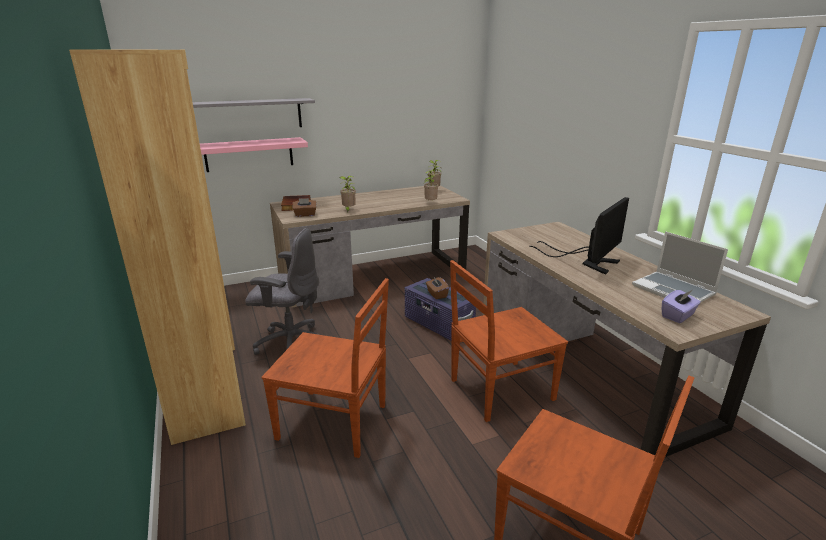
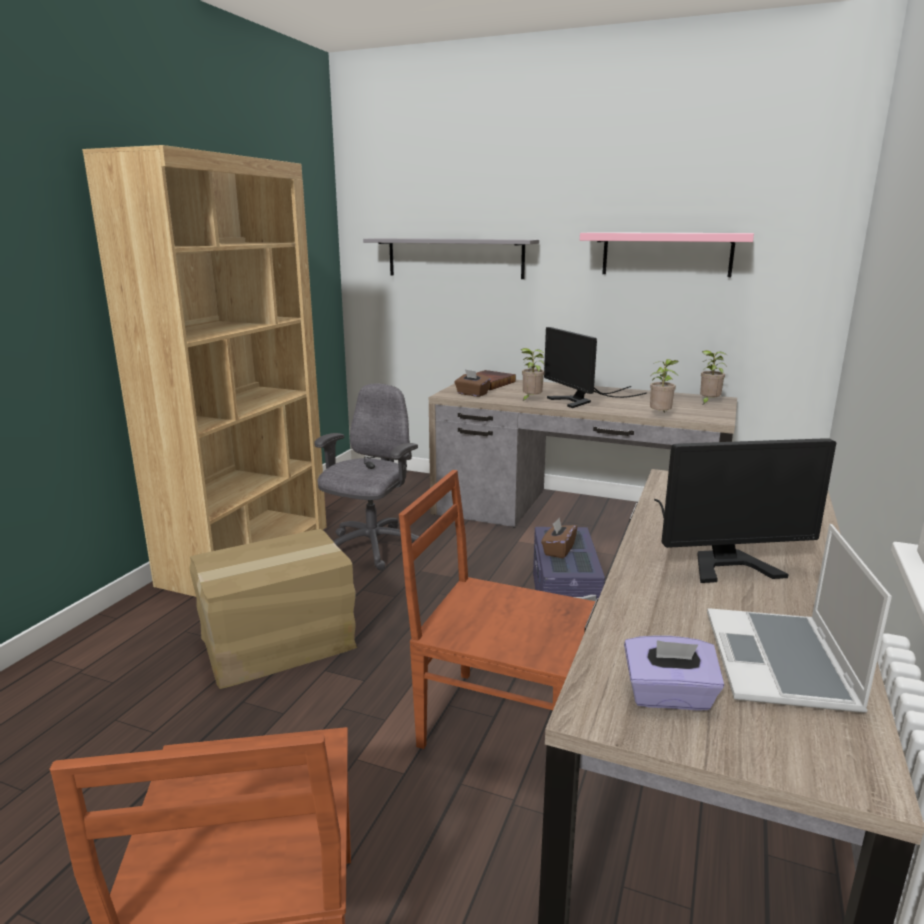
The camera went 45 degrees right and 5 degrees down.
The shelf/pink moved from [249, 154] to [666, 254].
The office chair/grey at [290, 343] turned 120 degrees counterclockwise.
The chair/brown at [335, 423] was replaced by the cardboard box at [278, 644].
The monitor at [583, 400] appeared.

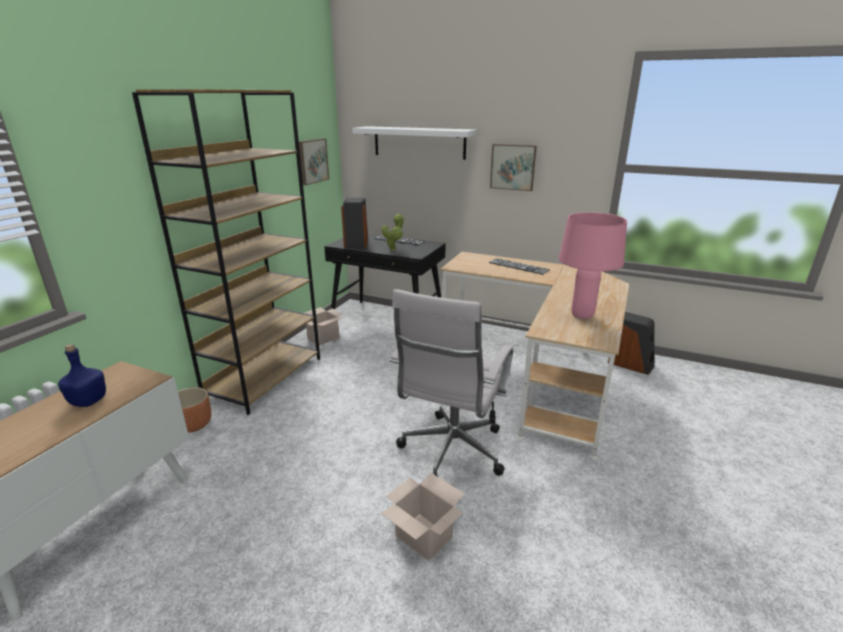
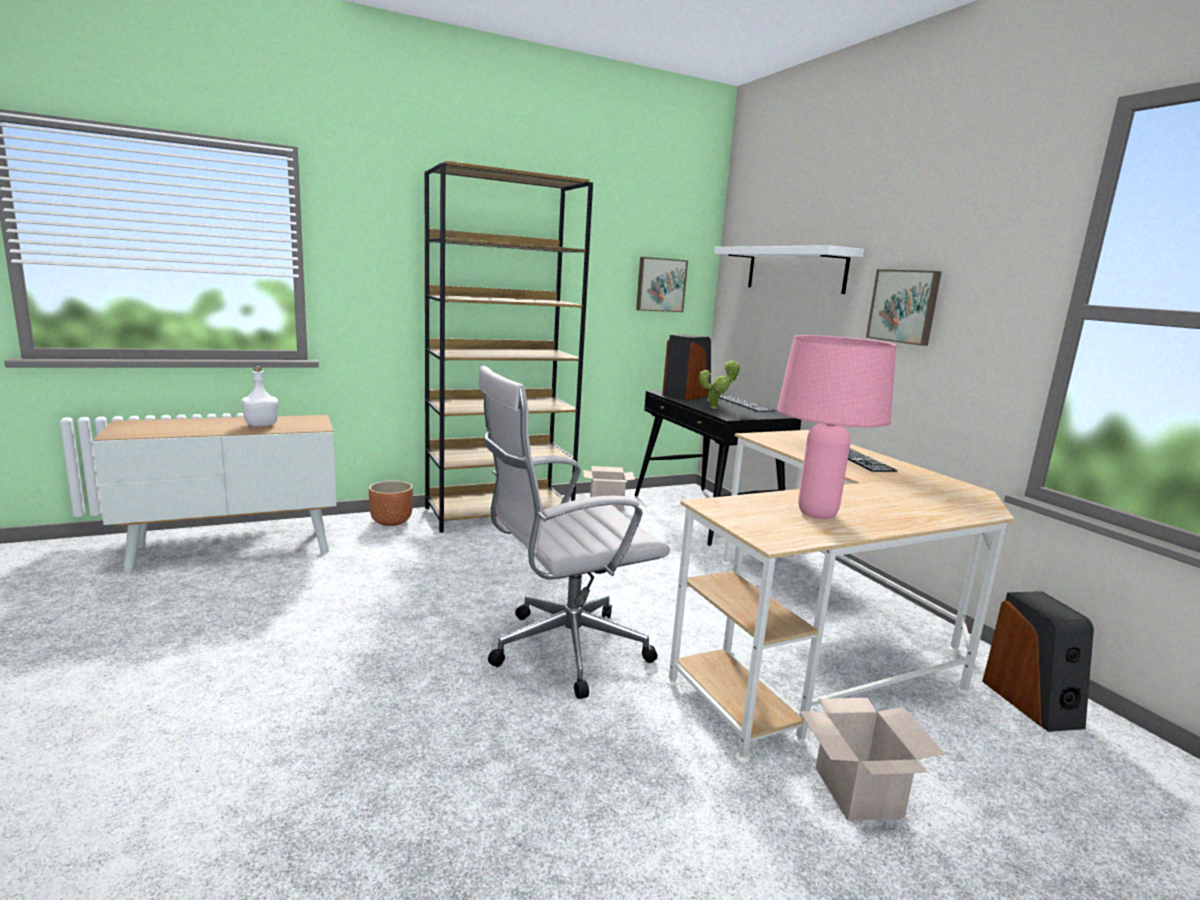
The camera went 40 degrees right and 10 degrees down.
The bottle/blue at [89, 401] became the bottle/white at [262, 425].
The cardboard box moved from [422, 536] to [855, 790].

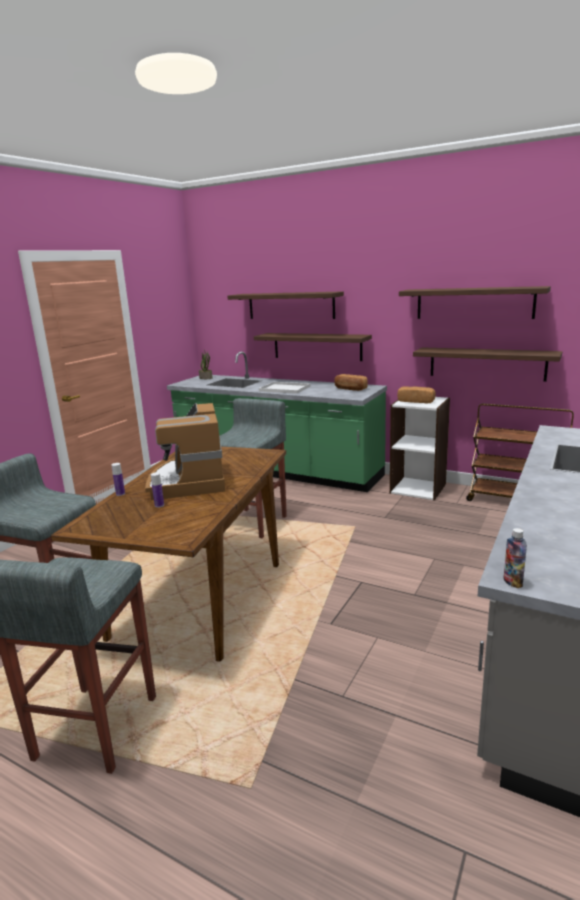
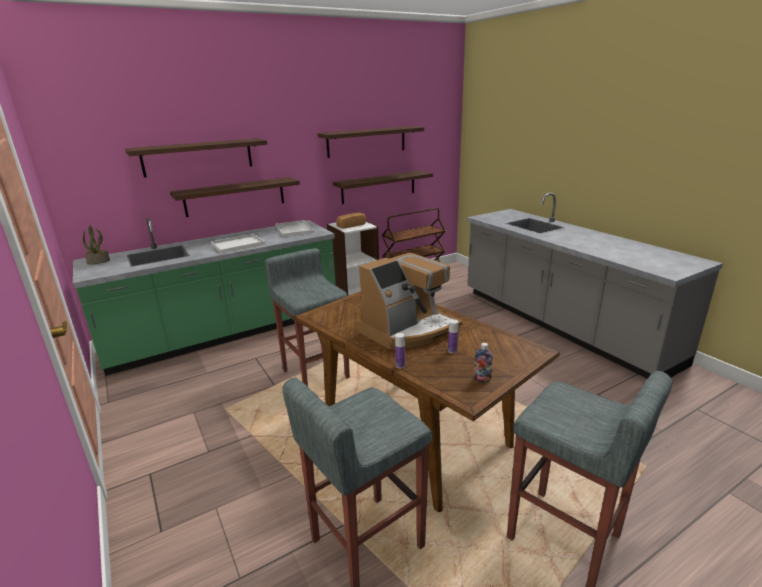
The camera went 60 degrees left and 5 degrees up.
The bread at [350, 389] was replaced by the tray/white at [293, 229].
The coffee machine at [189, 482] turned 60 degrees counterclockwise.
The bottle moved from [512, 582] to [482, 380].

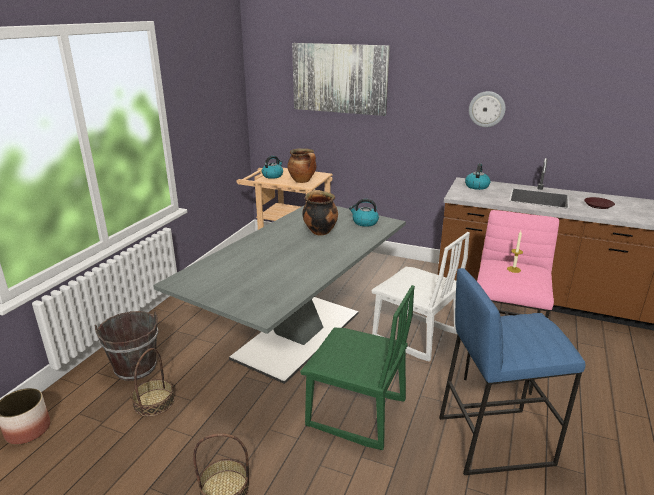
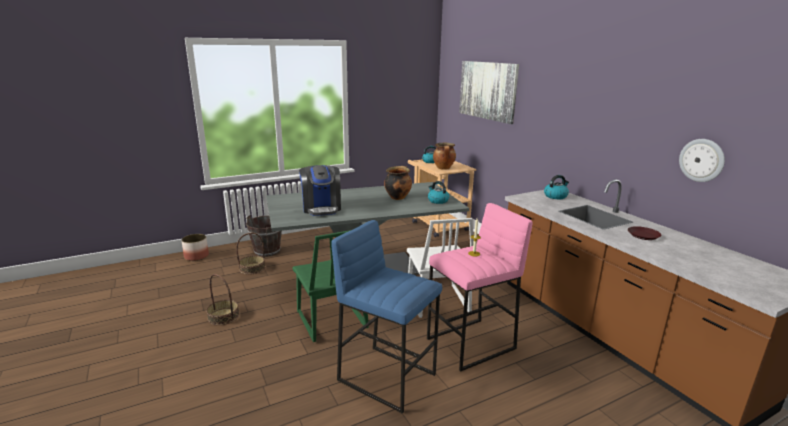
The camera went 40 degrees right and 5 degrees down.
The wall clock moved from [487, 109] to [702, 160].
The coffee machine at [321, 208] appeared.

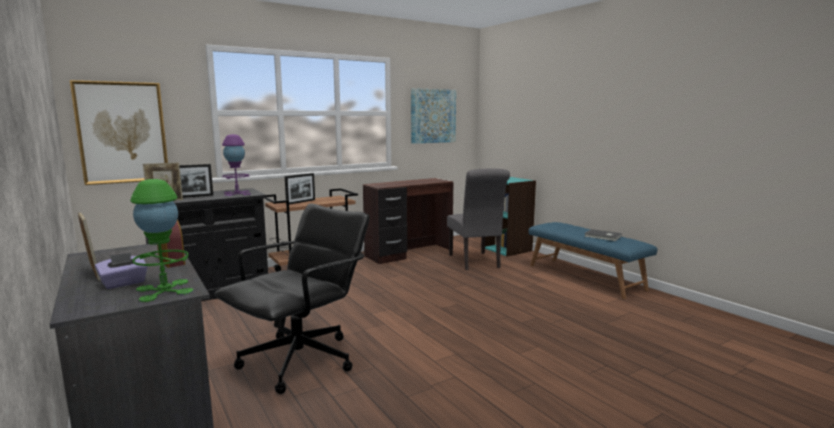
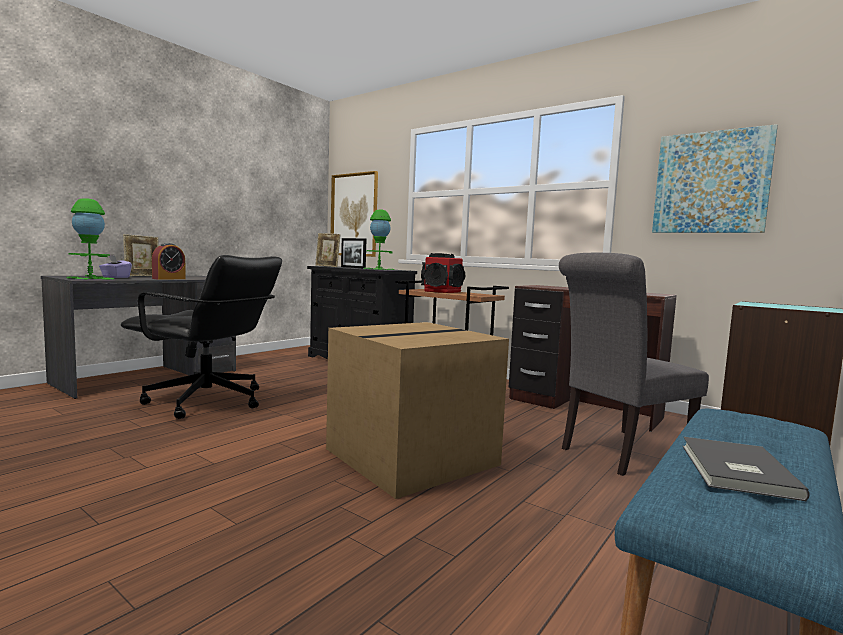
The camera went 70 degrees right and 5 degrees down.
The table lamp/purple at [237, 193] became the table lamp/green at [379, 269].
The picture frame at [301, 202] was replaced by the speaker at [441, 291].
The cardboard box at [411, 458] appeared.

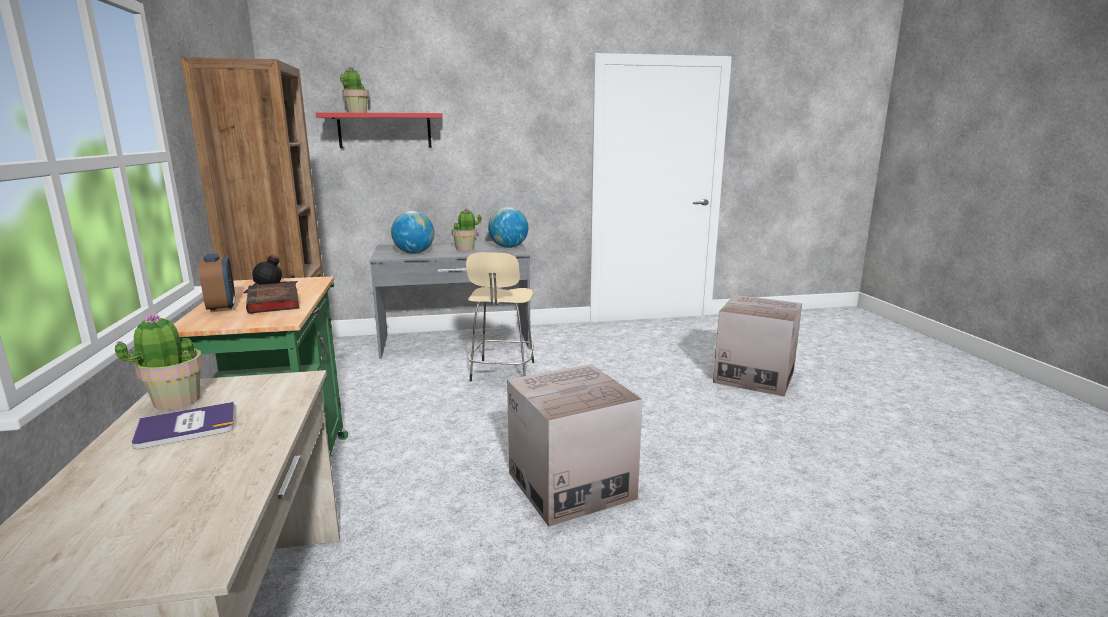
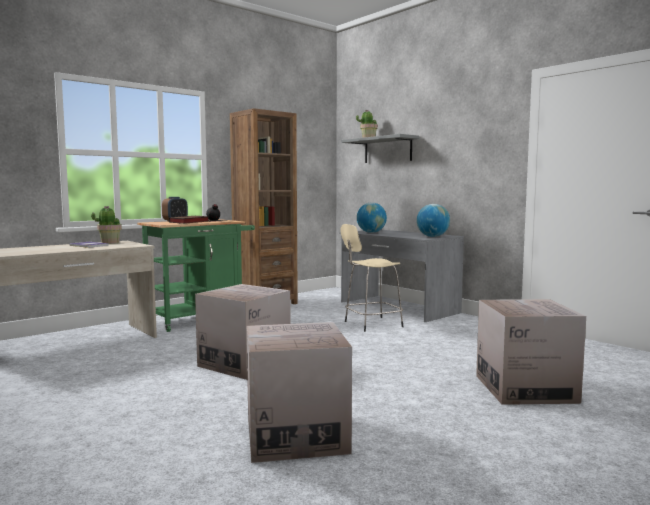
The camera went 60 degrees right and 10 degrees down.
The shelf/red at [385, 131] became the shelf/grey at [387, 150].
The potted plant at [465, 249] disappeared.
The cardboard box at [296, 435] appeared.

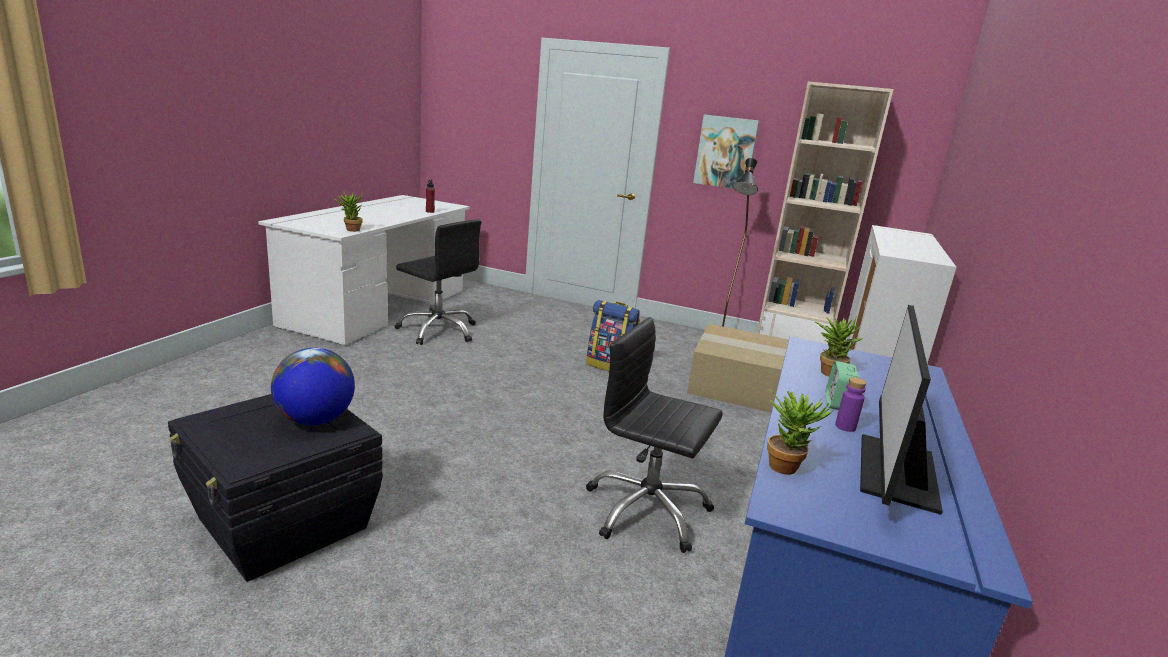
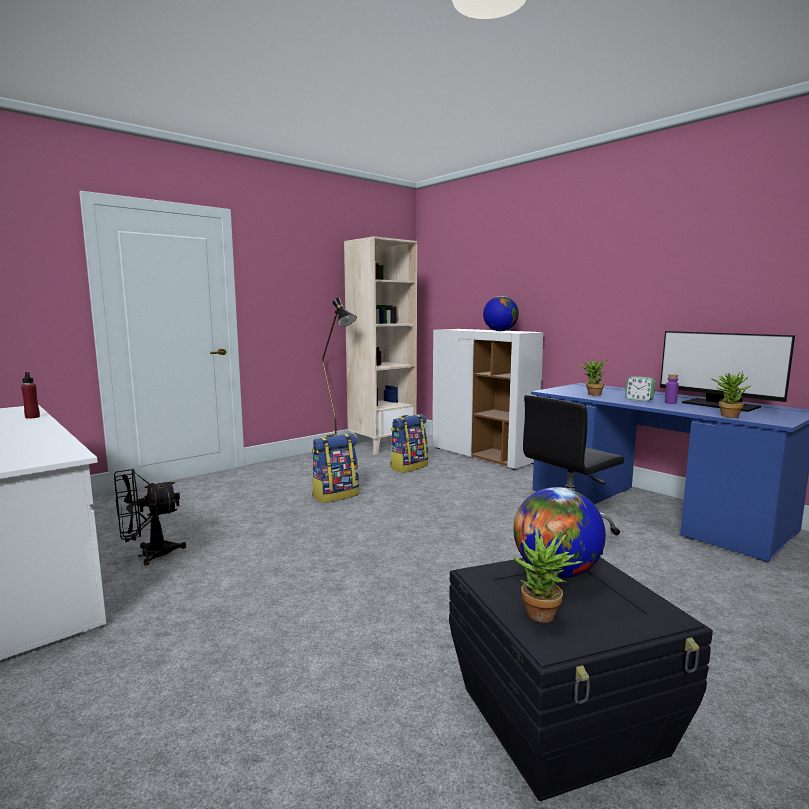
The camera went 60 degrees left and 10 degrees down.
The picture at [725, 152] disappeared.
The potted plant moved from [350, 230] to [543, 618].
The office chair/black at [438, 330] was replaced by the fan/black at [148, 555].
The cardboard box at [740, 385] was replaced by the backpack at [408, 467].
The globe at [500, 331] appeared.

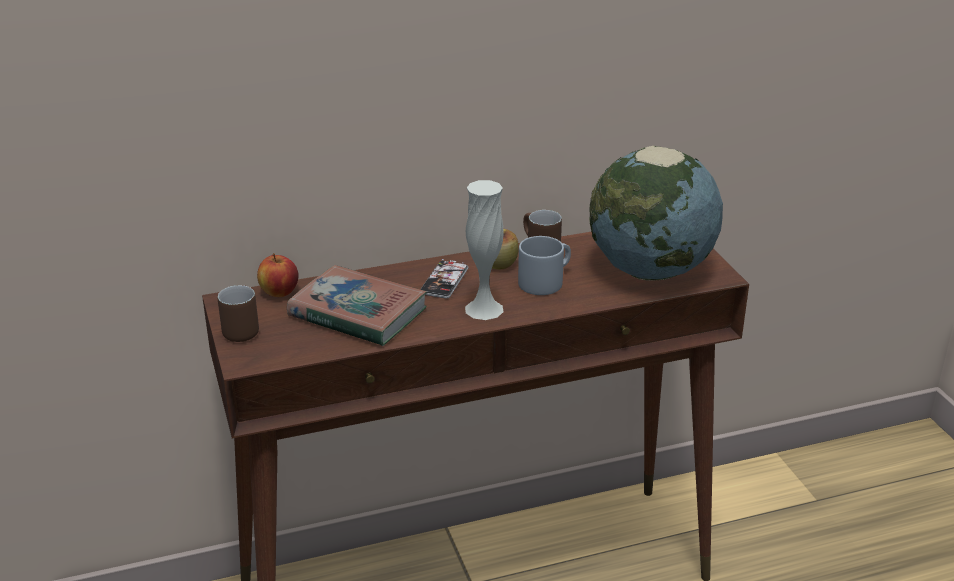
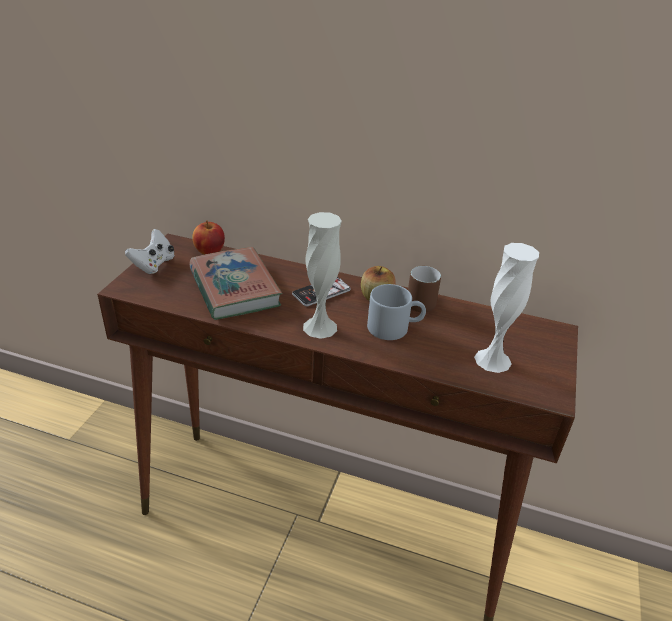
The camera went 35 degrees right and 5 degrees up.
The globe at [650, 271] was replaced by the vase/white at [492, 360].
The mug/brown at [240, 329] was replaced by the game controller/white at [154, 265].

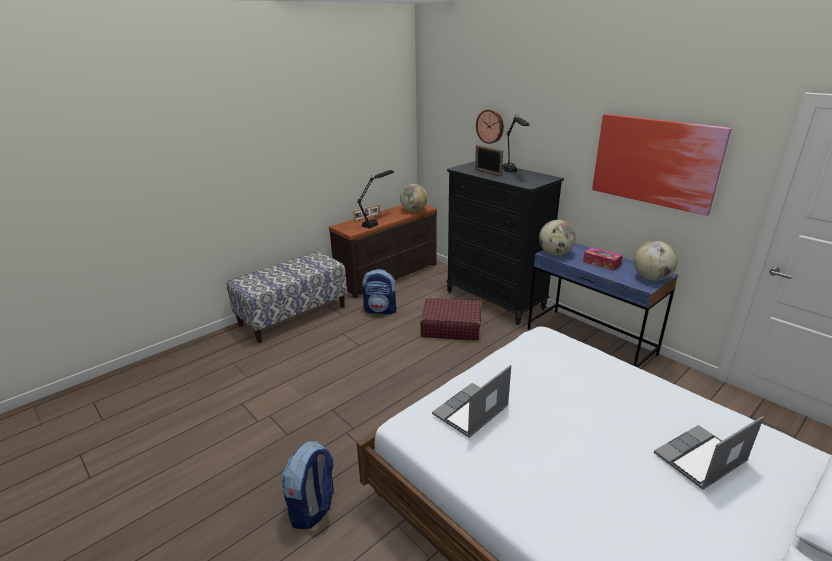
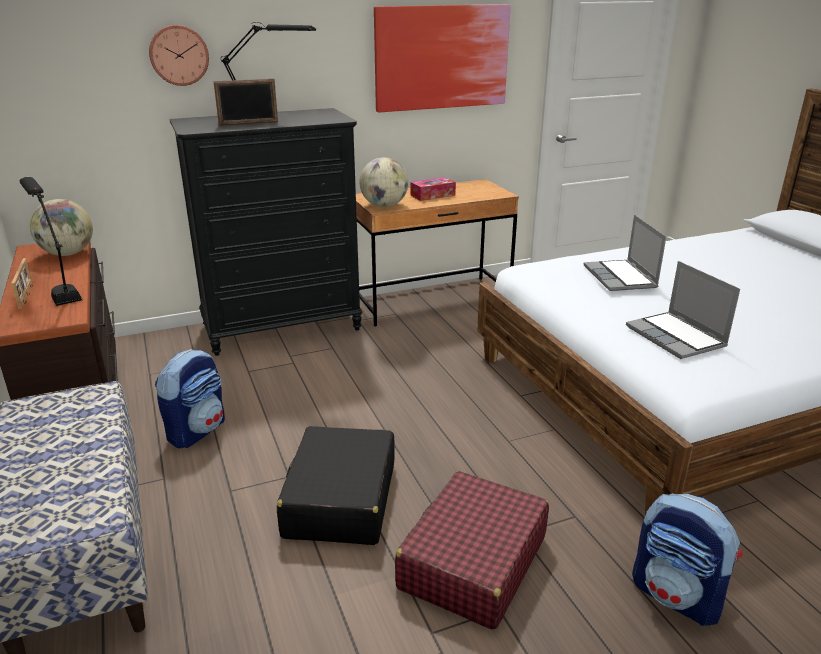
The camera went 70 degrees left and 0 degrees up.
The globe at [651, 278] disappeared.
The desk/blue at [590, 341] became the desk/brown at [432, 301].
The suitcase/red moved from [451, 327] to [472, 562].
The laptop moved from [700, 459] to [621, 277].
The suitcase/black at [340, 500] appeared.

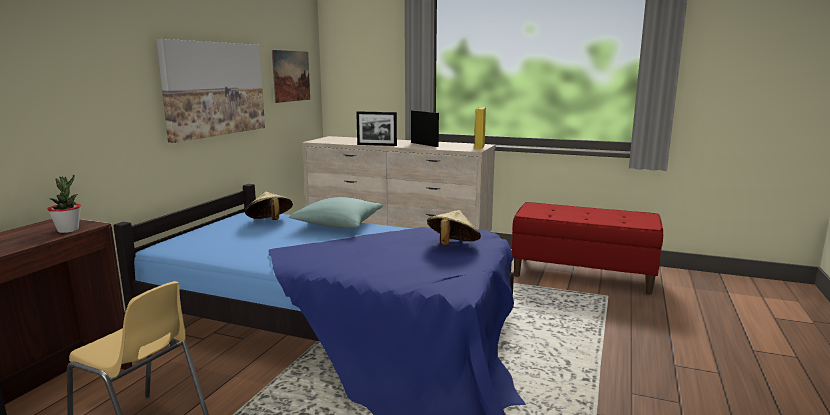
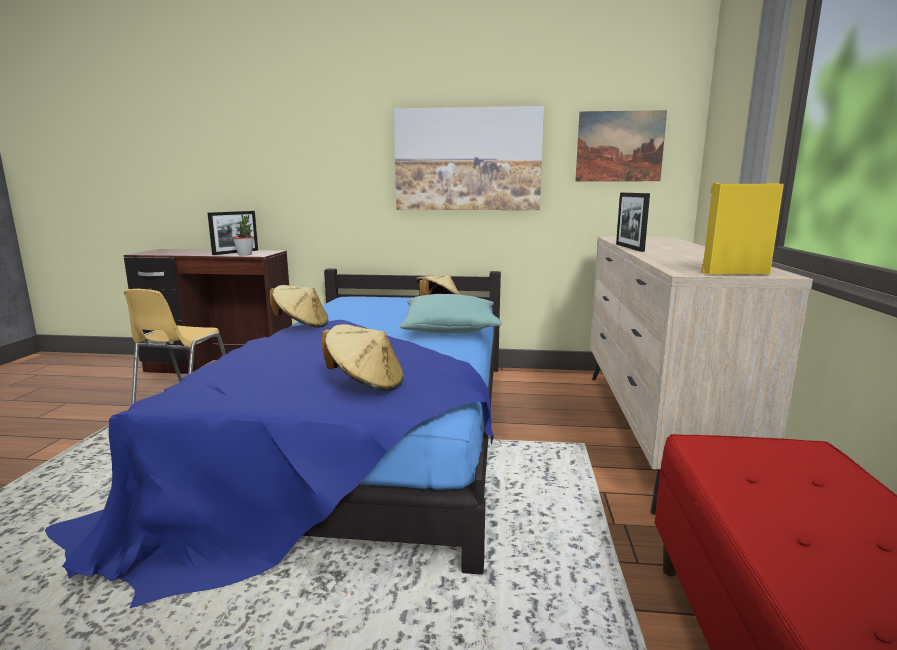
The camera went 75 degrees right and 0 degrees up.
The picture frame moved from [424, 144] to [236, 252].
The hat/beige at [301, 325] appeared.

